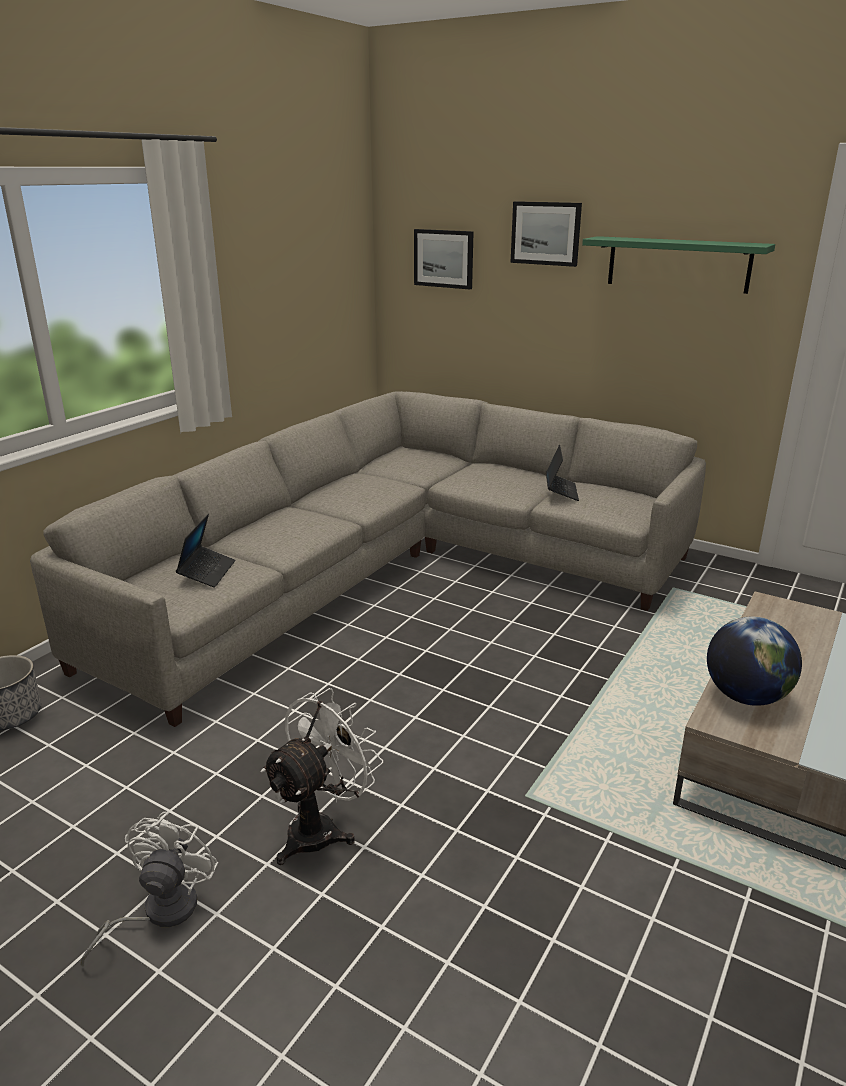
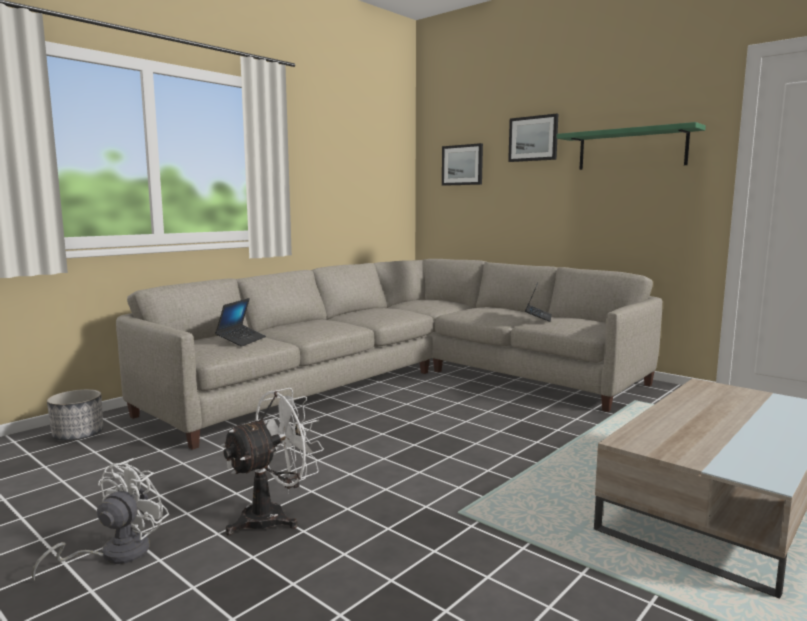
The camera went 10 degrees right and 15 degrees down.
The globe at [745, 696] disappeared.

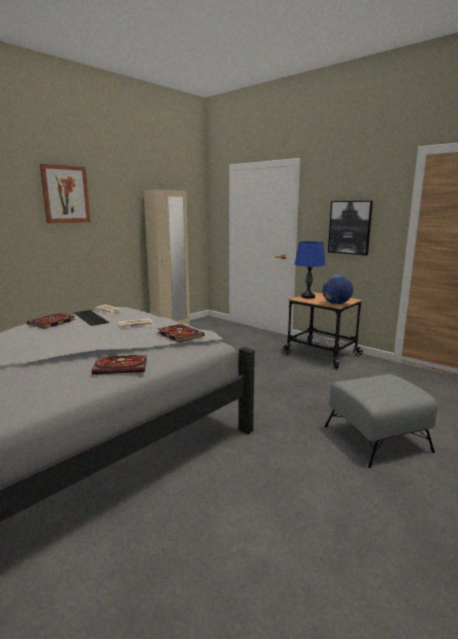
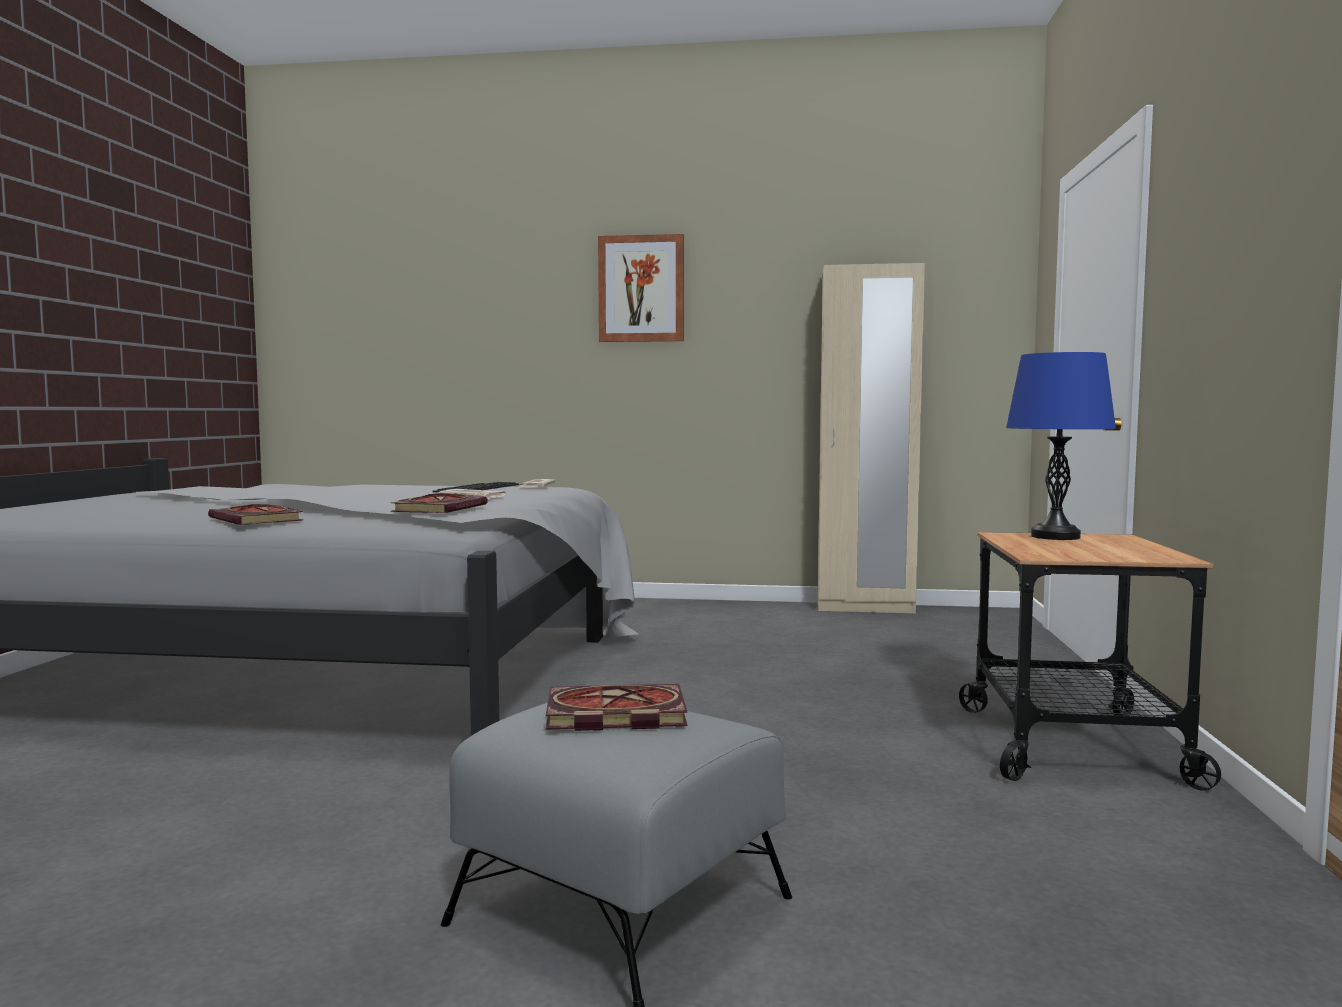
The camera went 55 degrees right and 10 degrees down.
The picture at [350, 227] disappeared.
The globe at [336, 304] disappeared.
The book moved from [51, 322] to [612, 714].

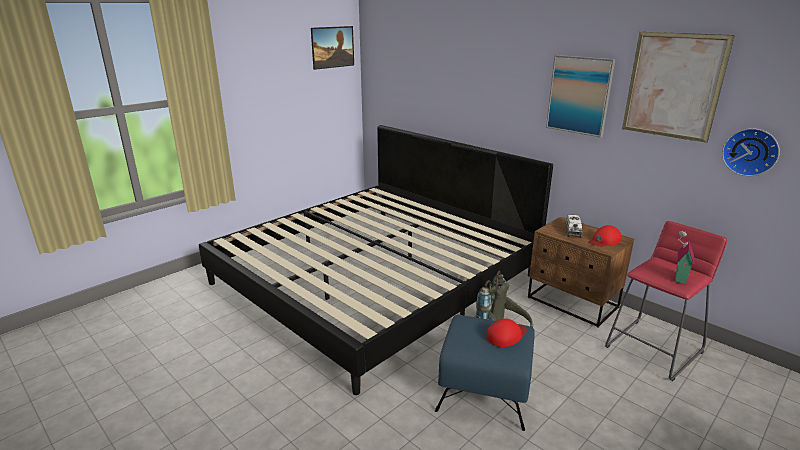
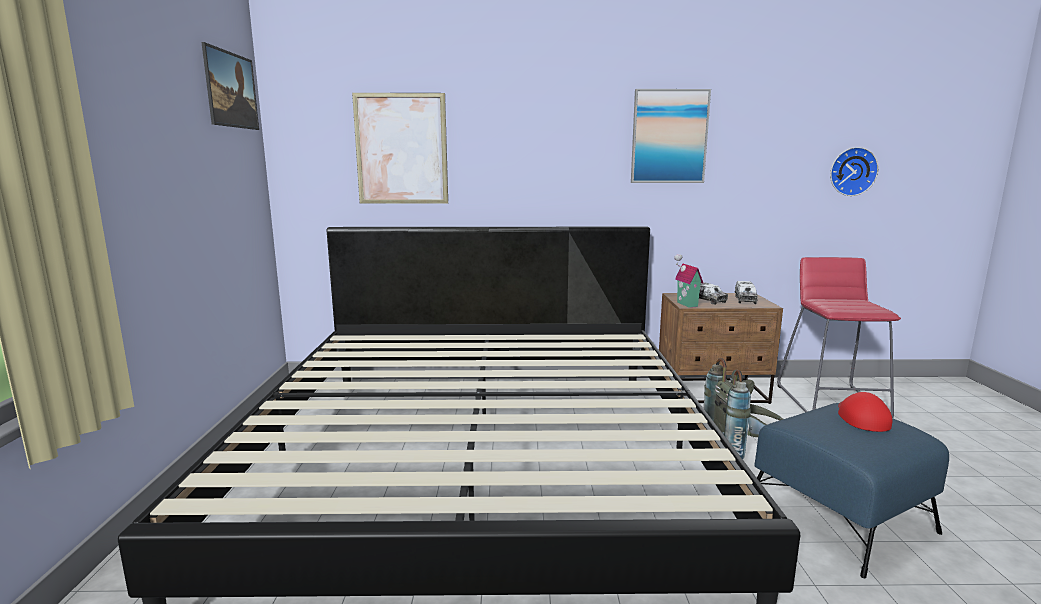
The camera went 45 degrees left and 10 degrees down.
The picture moved from [673, 86] to [401, 149].
The cap/red at [604, 240] was replaced by the toy truck at [745, 299].
The toy house moved from [678, 278] to [685, 304].

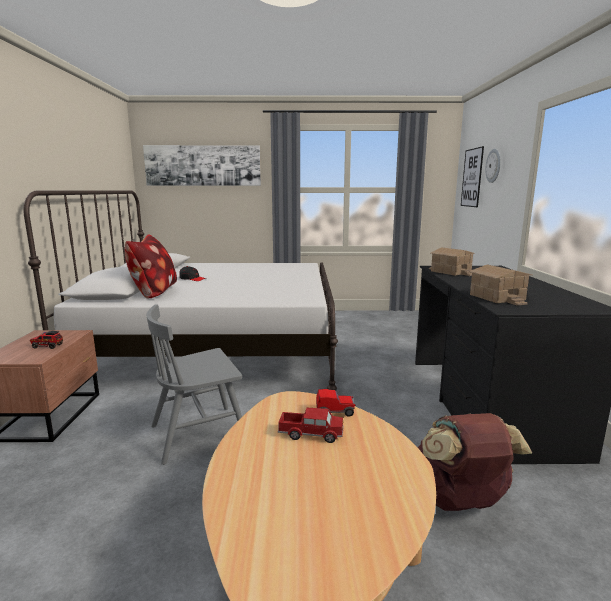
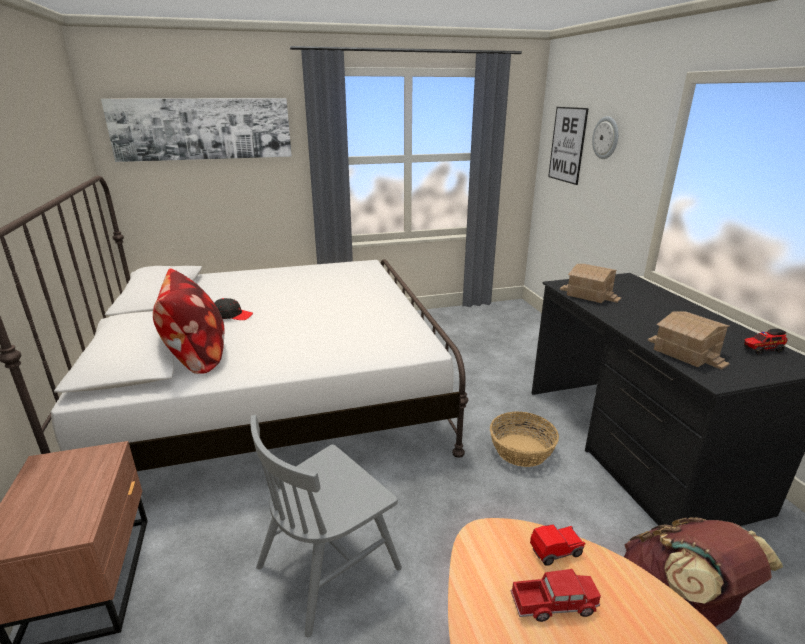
The camera went 15 degrees left and 10 degrees up.
The toy truck moved from [47, 346] to [761, 350].
The basket at [521, 450] appeared.

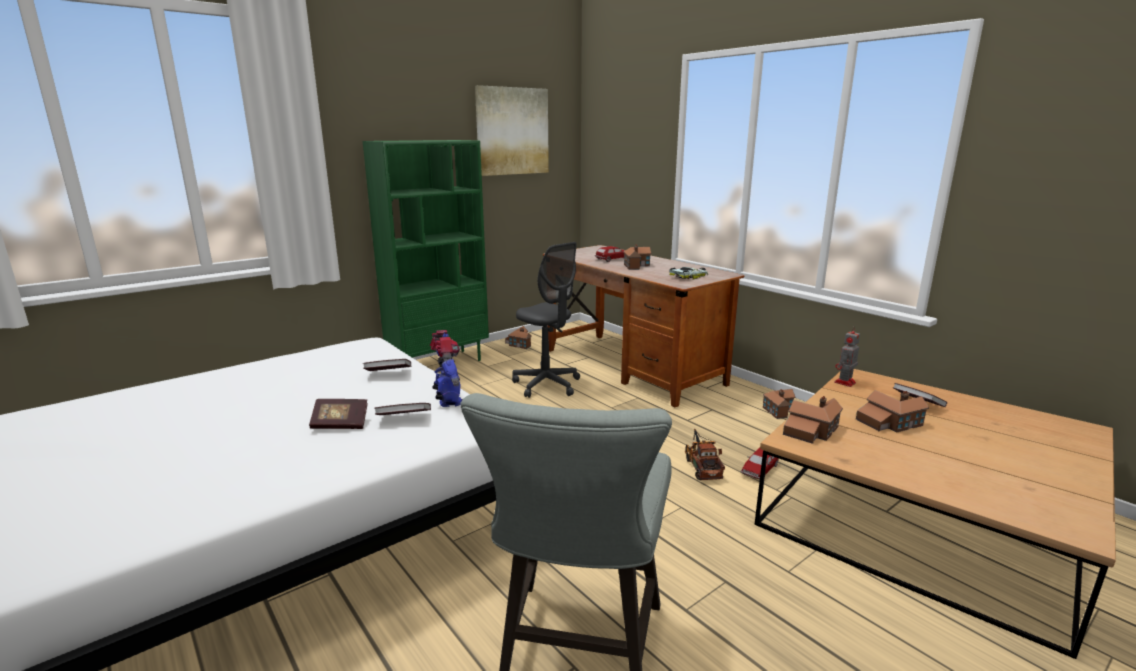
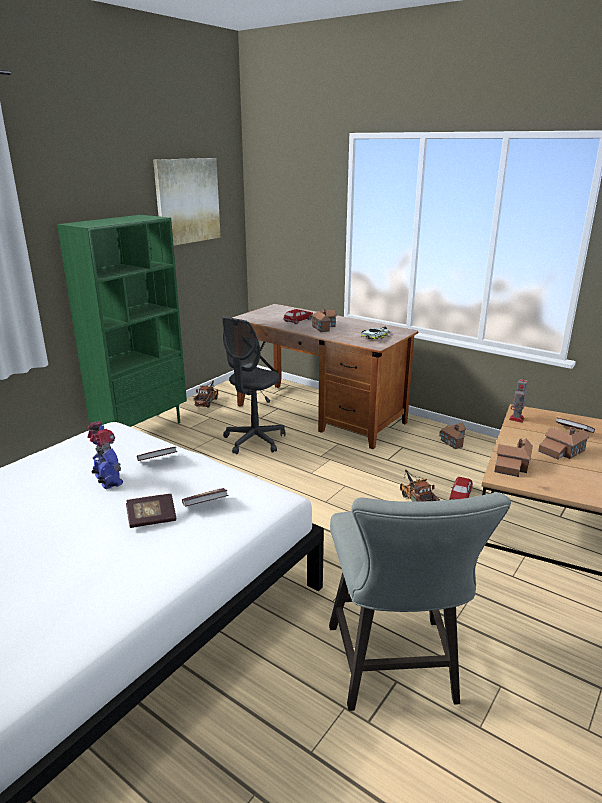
The camera went 15 degrees left and 5 degrees up.
The office chair/grey at [547, 385] turned 90 degrees clockwise.
The toy house at [519, 344] was replaced by the toy truck at [207, 401].
The toy robot moved from [448, 399] to [108, 481].

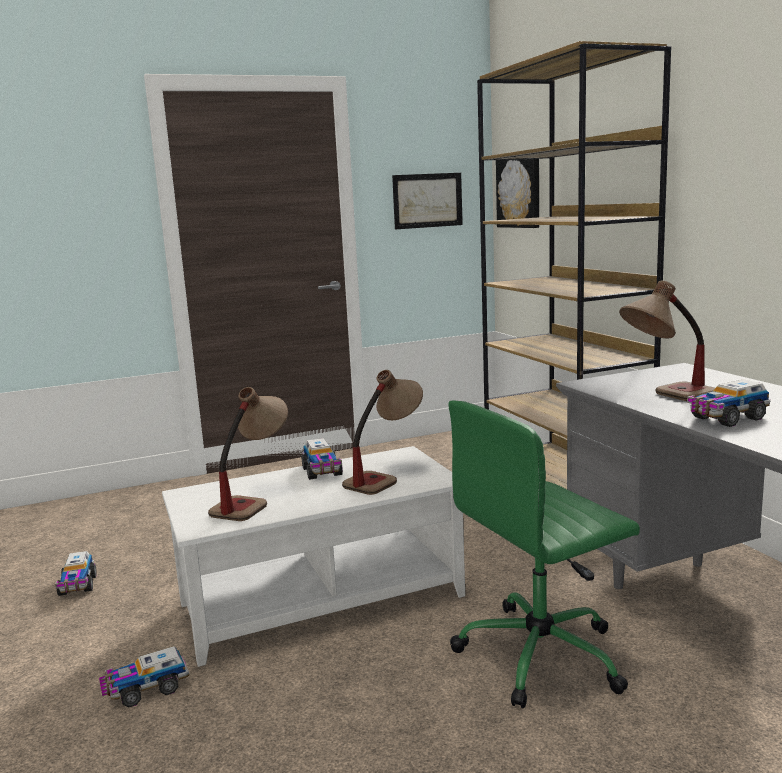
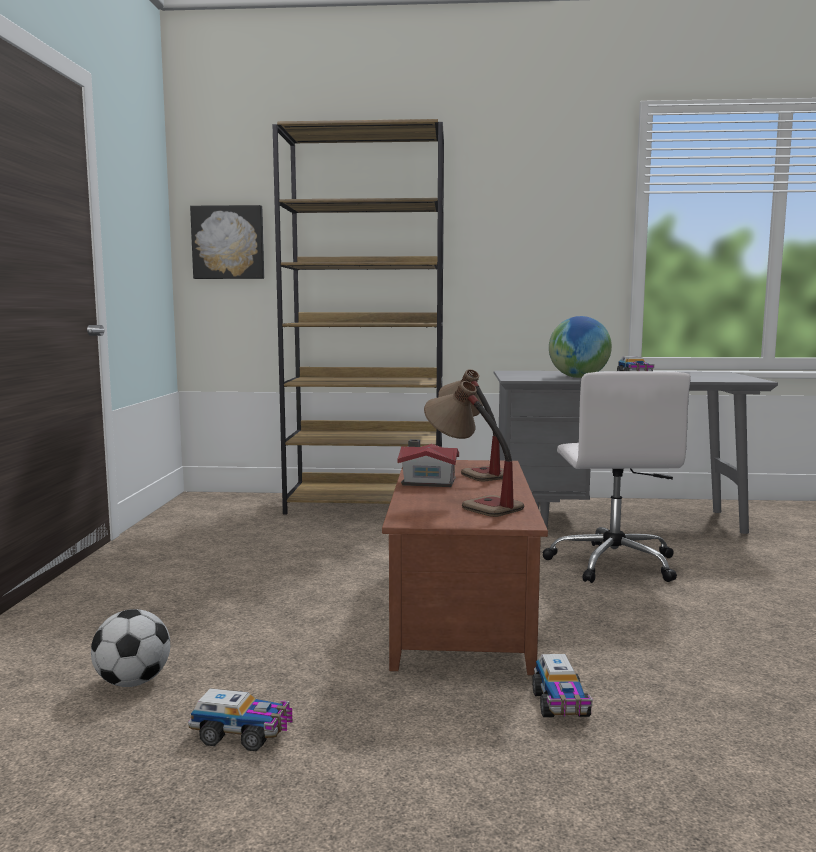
The camera went 65 degrees left and 5 degrees down.
The picture at [427, 200] disappeared.
The table lamp at [666, 399] was replaced by the globe at [579, 377].
The office chair/green at [542, 654] became the office chair/white at [613, 563].
The toy truck at [322, 471] was replaced by the toy house at [427, 482].
The coffee table/white at [321, 599] became the coffee table/brown at [458, 608].
The football at [133, 682] appeared.

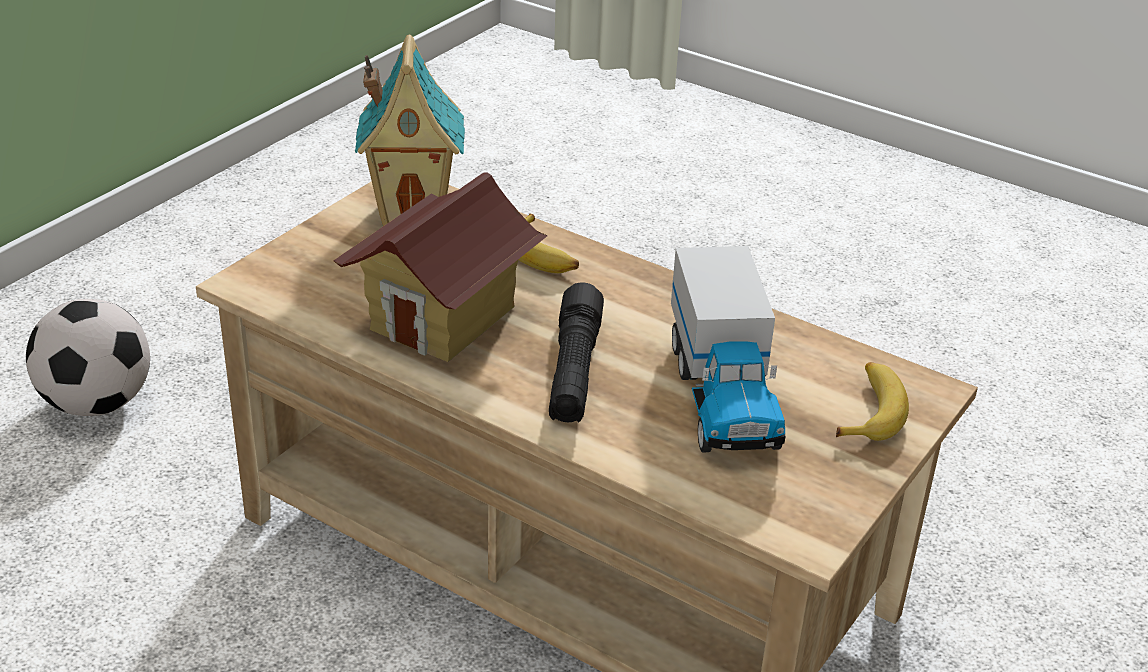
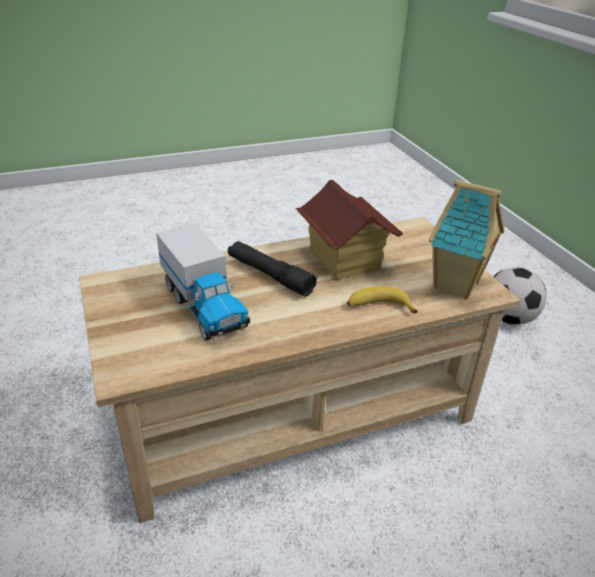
The camera went 125 degrees right and 0 degrees up.
The toy truck at [722, 395] turned 150 degrees counterclockwise.
The banana at [869, 411] disappeared.

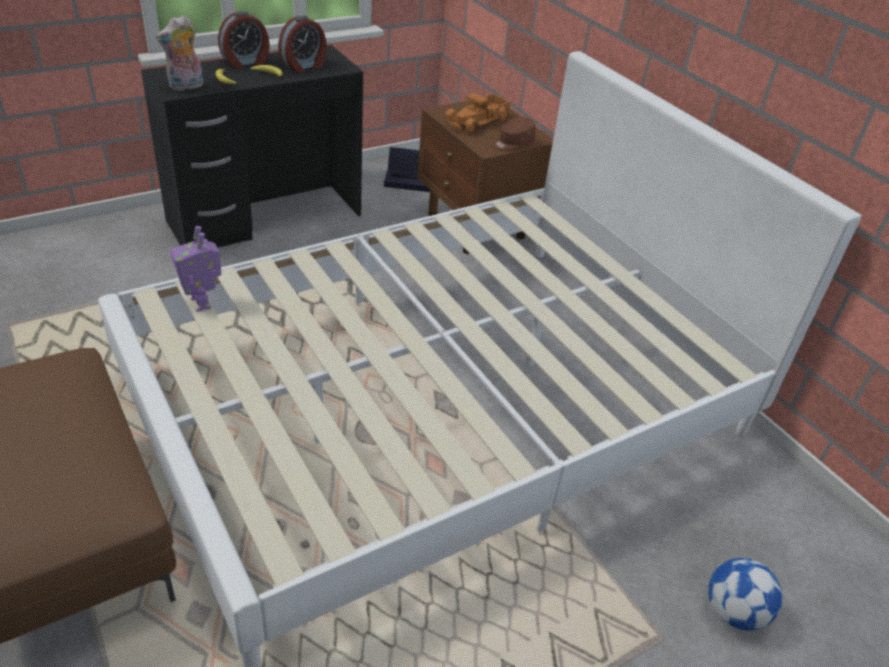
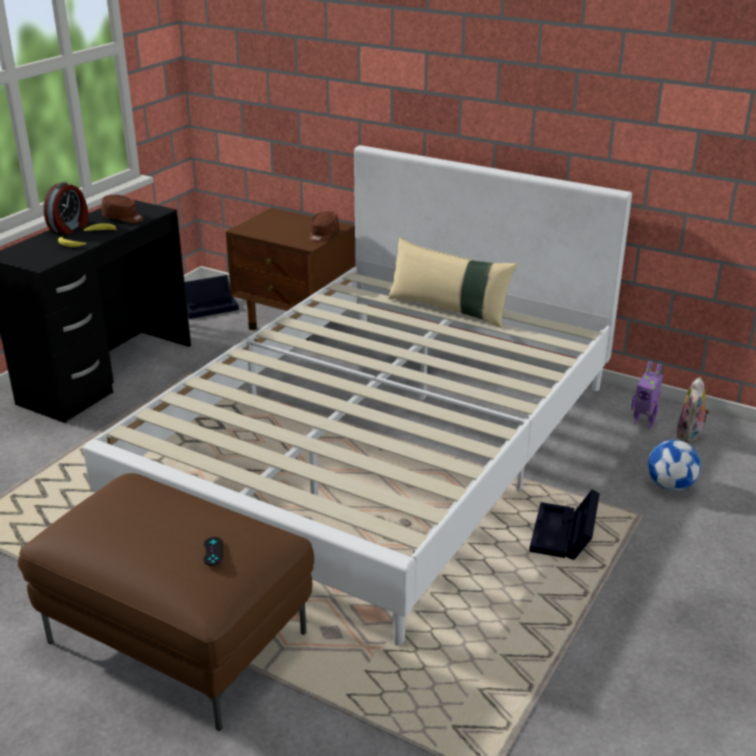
The camera went 25 degrees left and 10 degrees down.
The plush toy moved from [186, 87] to [690, 435].
The alarm clock at [304, 66] was replaced by the cap/brown at [123, 218].
The toy truck at [478, 121] disappeared.
The toy robot moved from [202, 303] to [644, 422].
The pillow/beige at [449, 309] appeared.
The storage box/black at [563, 537] appeared.
The game controller/black at [213, 551] appeared.

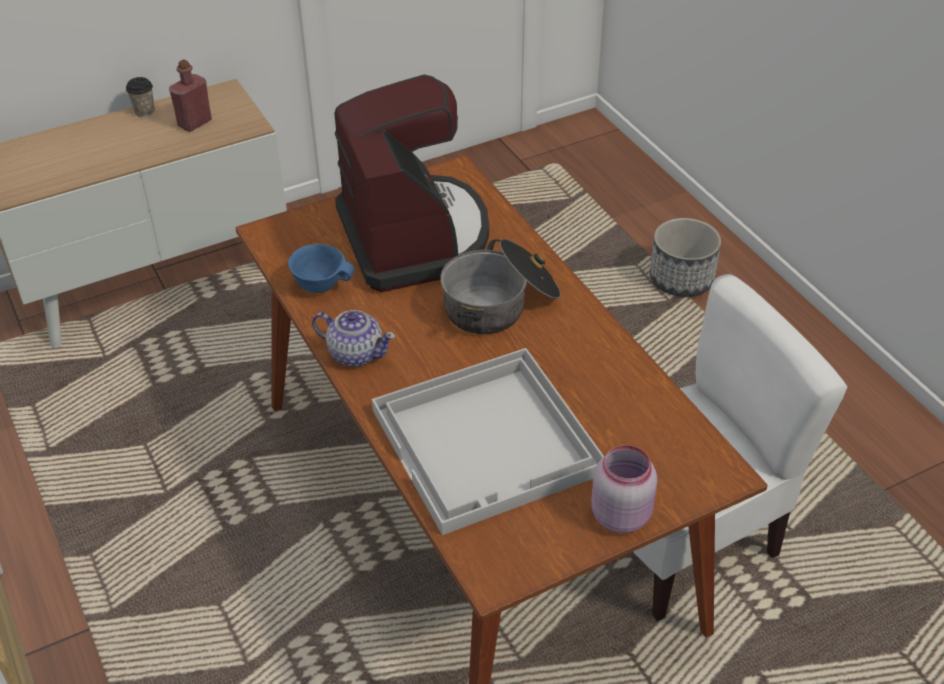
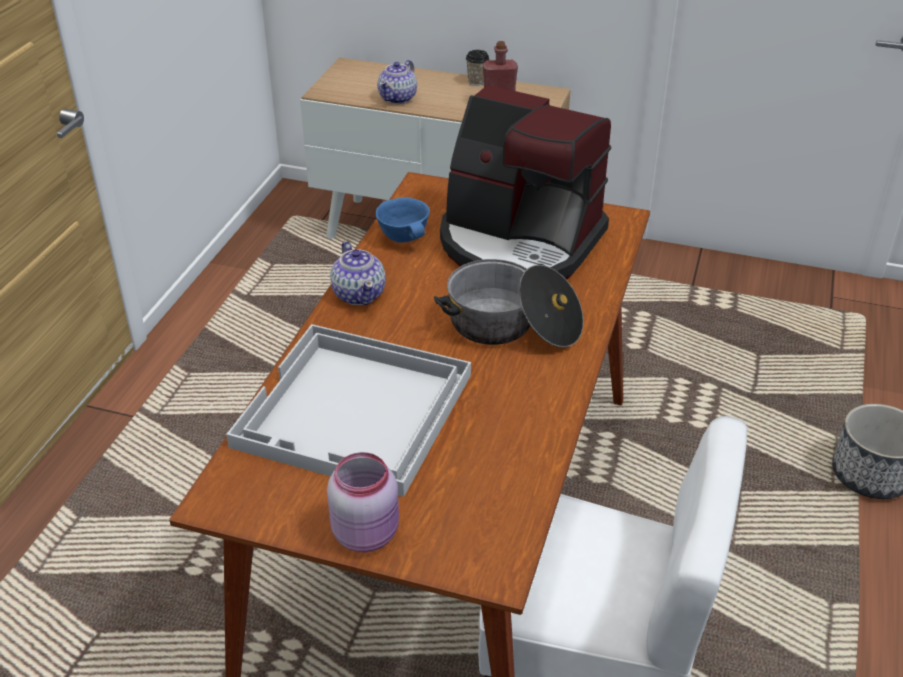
The camera went 45 degrees right and 5 degrees down.
The coffee machine at [414, 237] turned 90 degrees clockwise.
The teapot at [398, 98] appeared.

